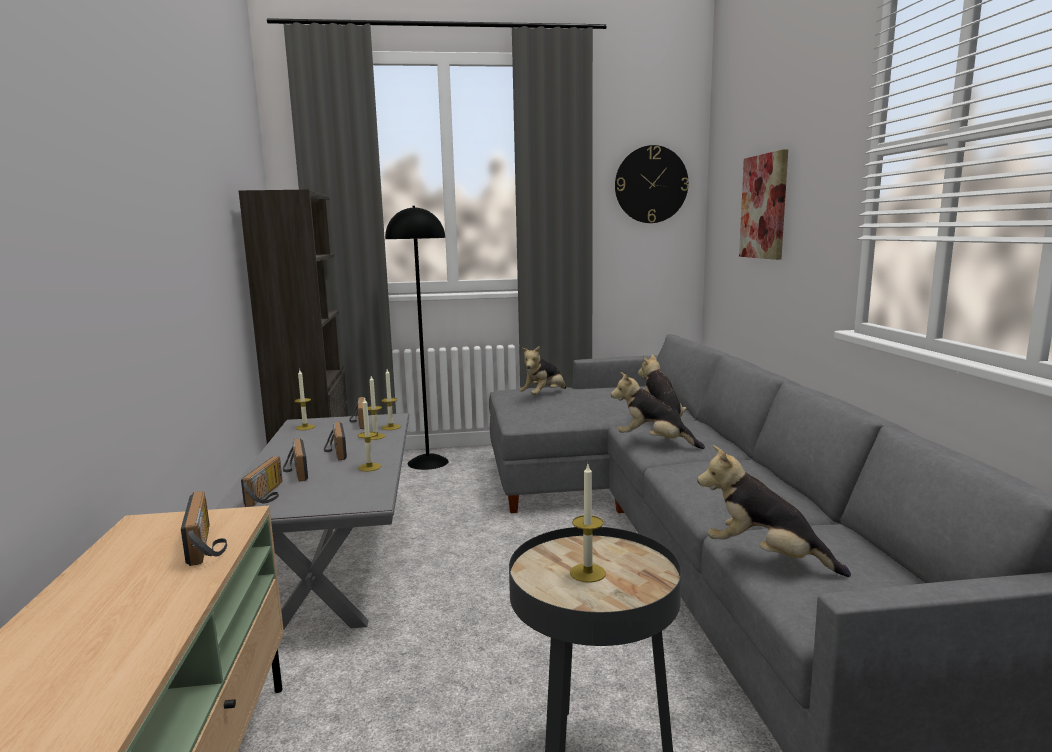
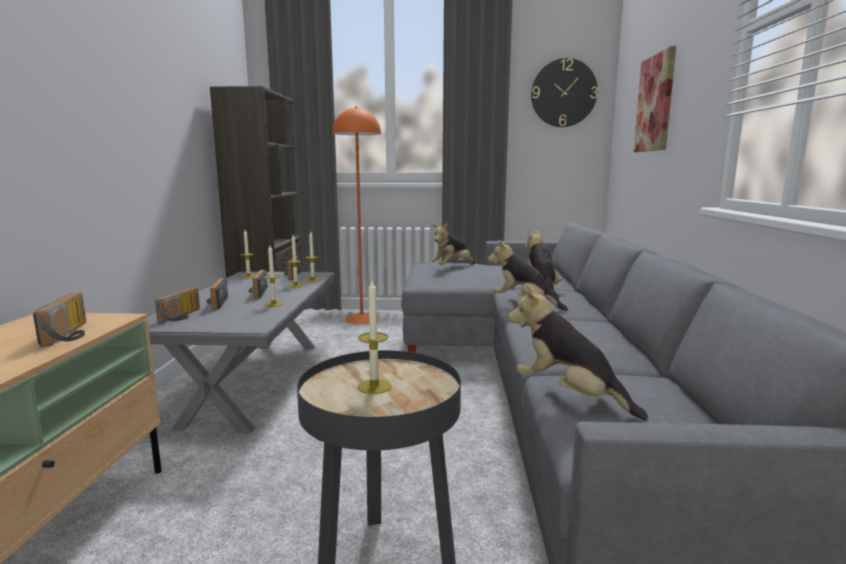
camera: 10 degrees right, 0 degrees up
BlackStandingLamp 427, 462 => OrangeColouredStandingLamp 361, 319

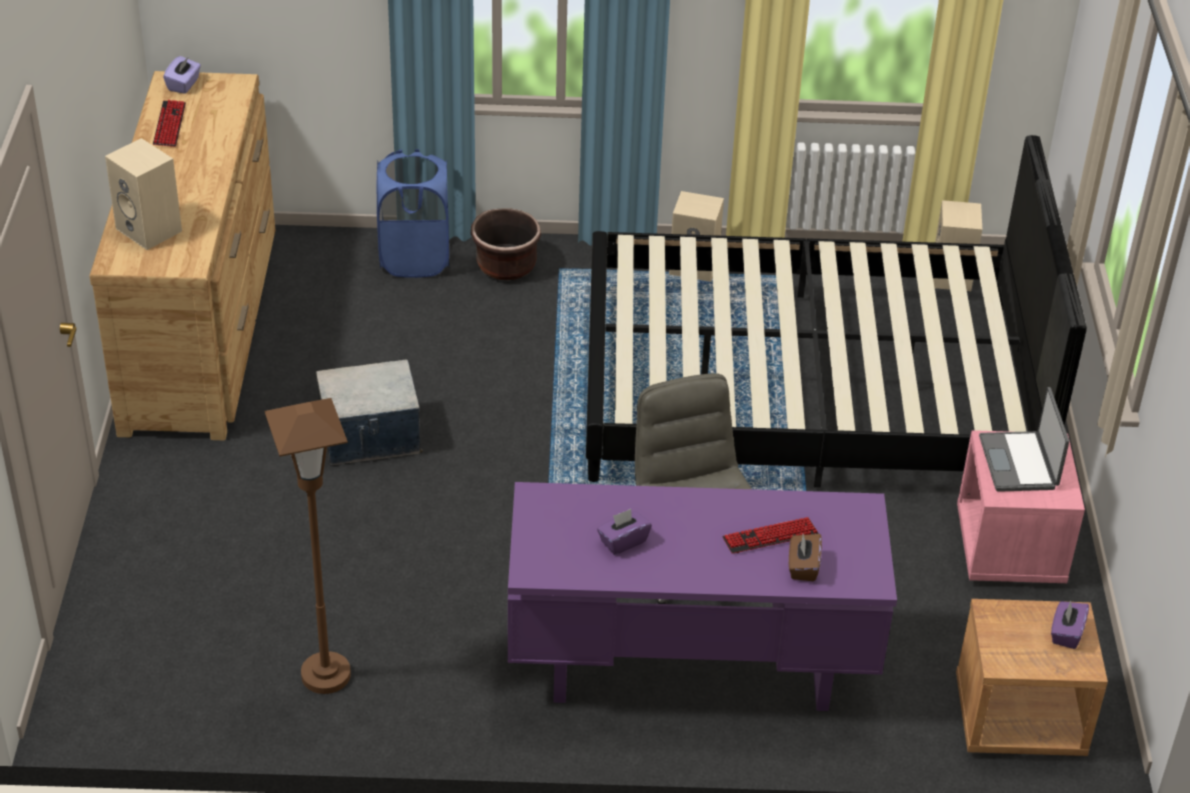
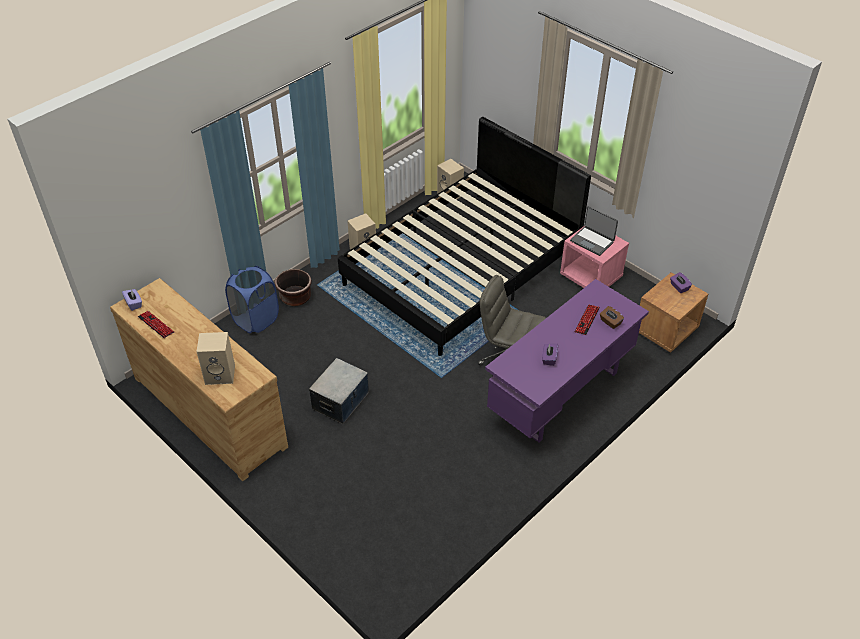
camera: 45 degrees left, 5 degrees up
BrownColouredStandingLamp 326, 675 => nothing

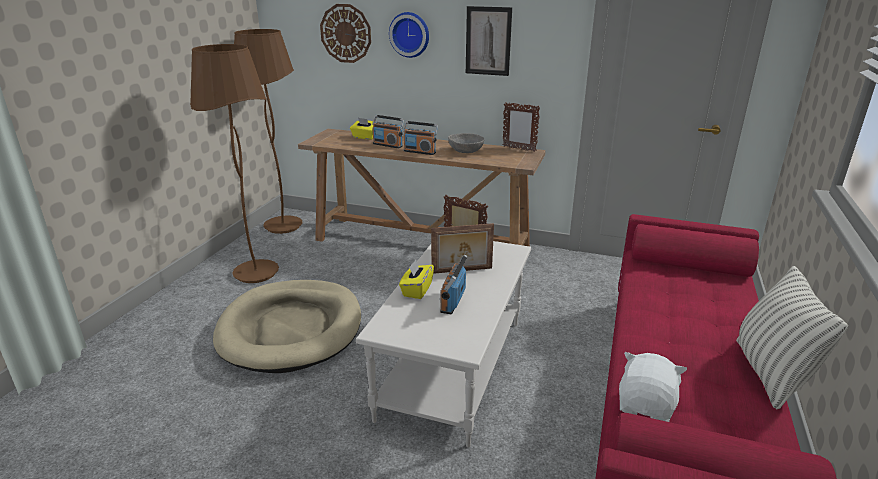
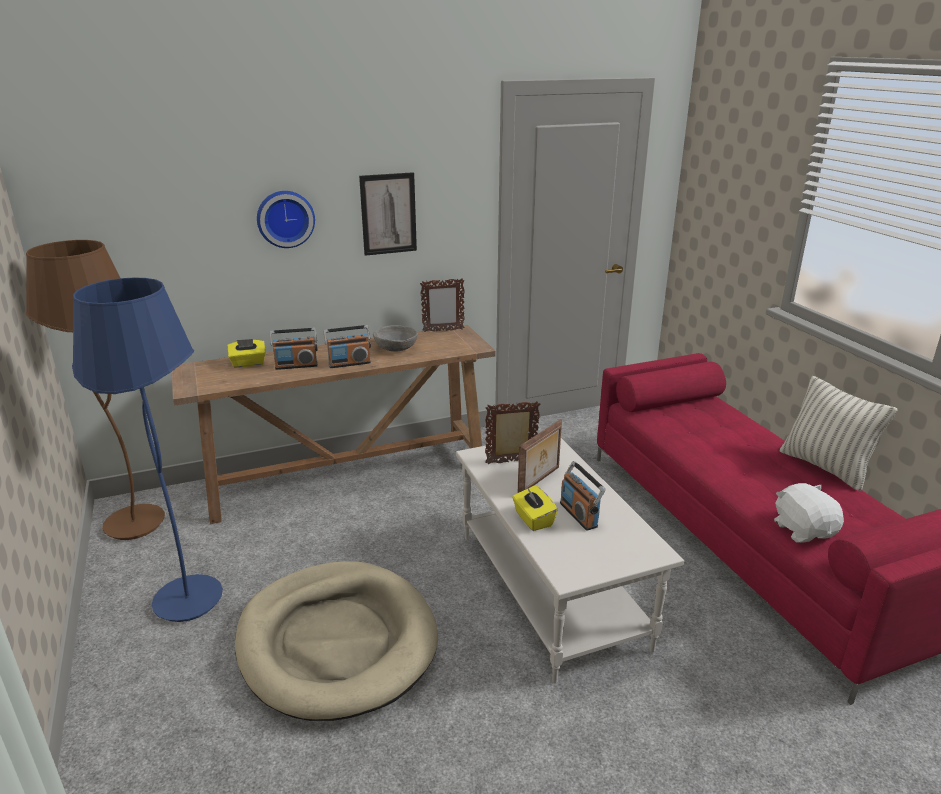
camera: 40 degrees left, 0 degrees up
ClockOnTheWall 346, 33 => nothing
BrownColouredStandingLamp 256, 273 => BlueStandingLamp 188, 601

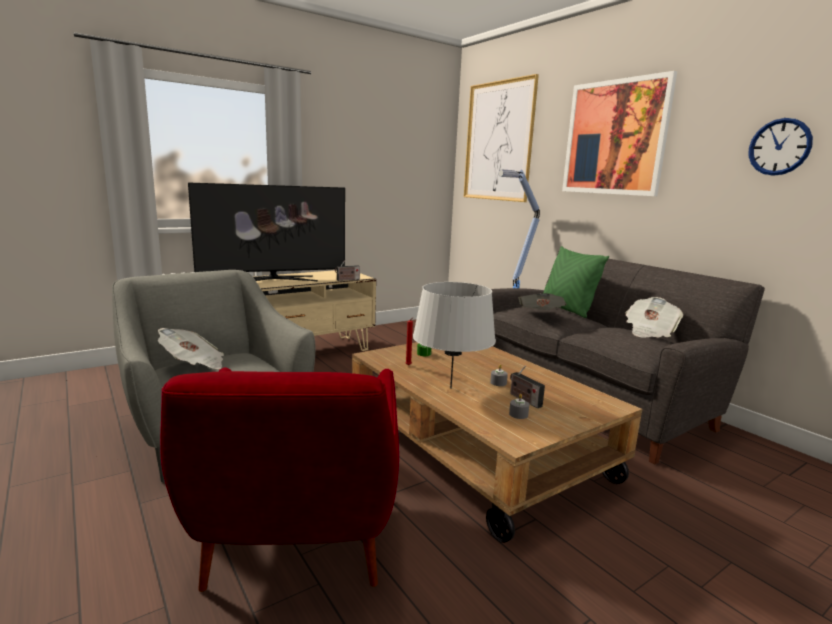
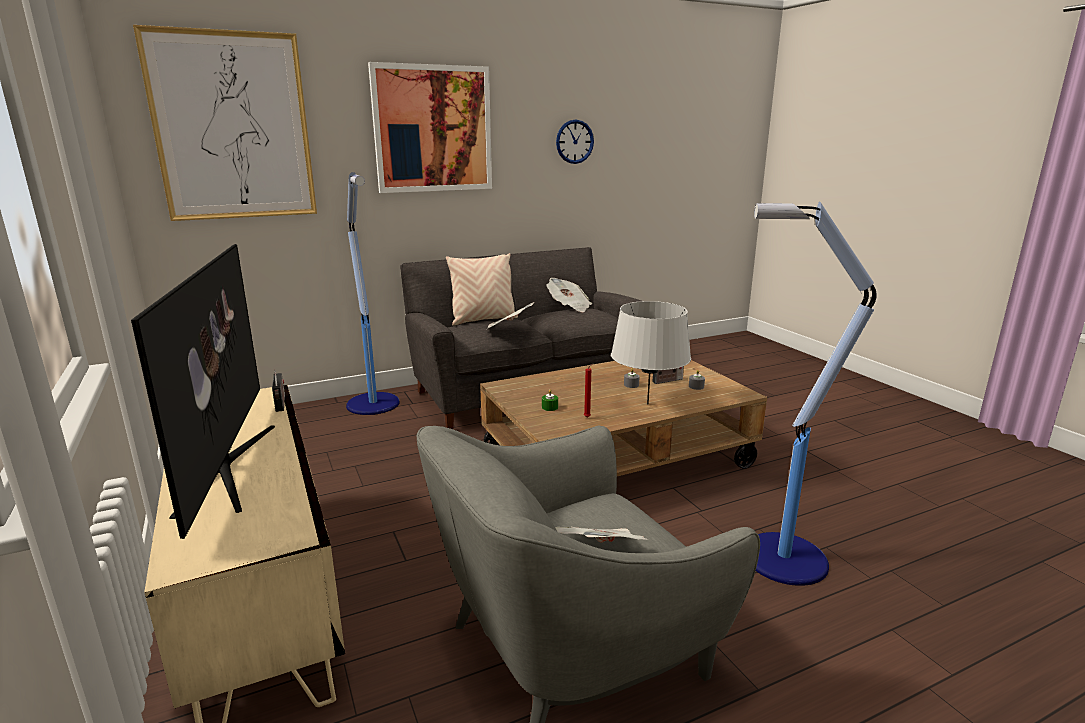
camera: 80 degrees left, 5 degrees up
GreenColouredPillow 567, 310 => SandColouredPillow 483, 320
ReddishLoungeChair 298, 541 => StandingLamp 781, 558

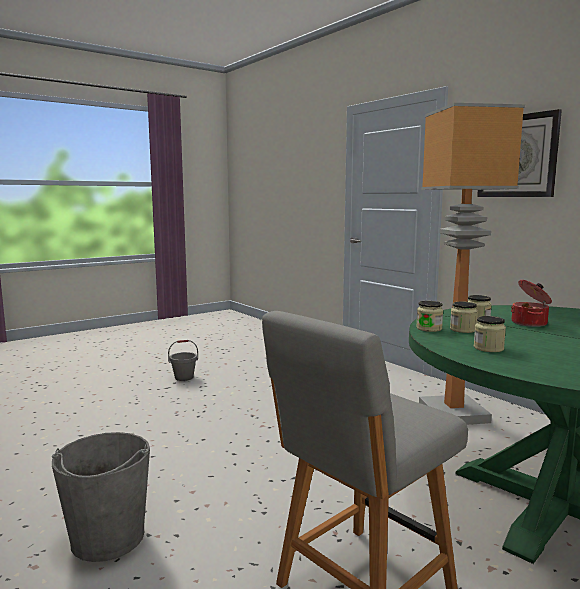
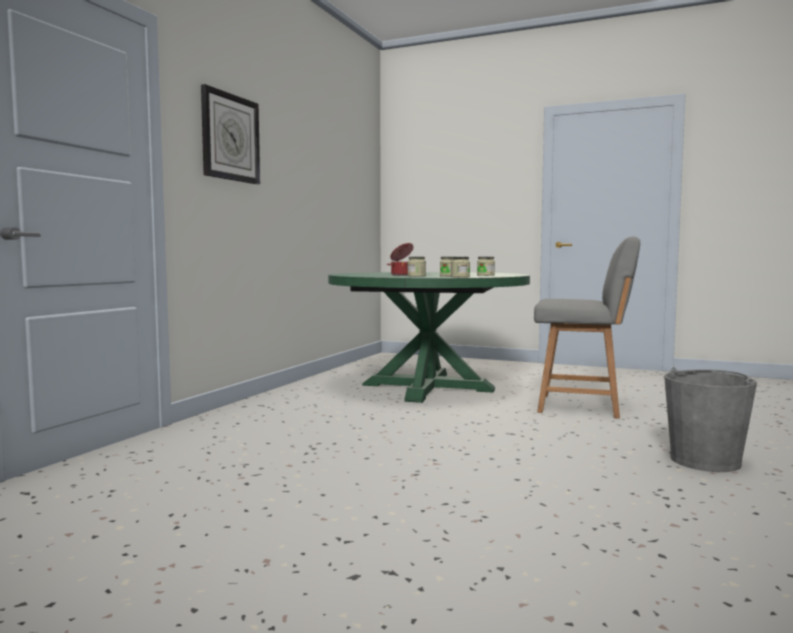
camera: 120 degrees left, 5 degrees down
StandingLamp 455, 414 => nothing
GrayBucket 184, 377 => nothing

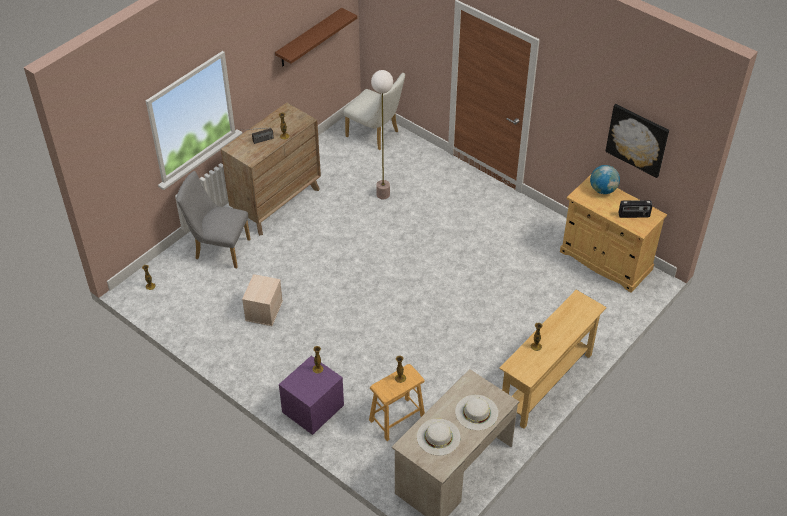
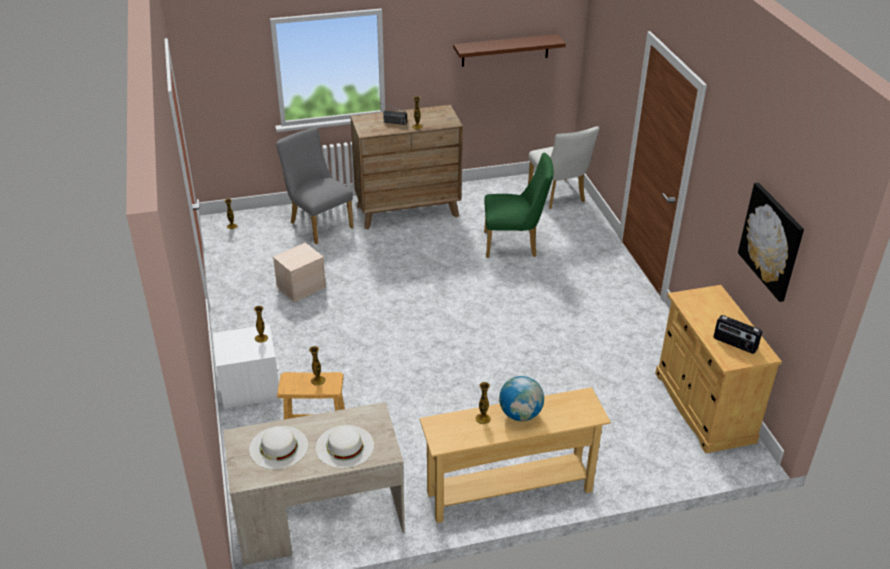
camera: 35 degrees right, 10 degrees down
StandingLamp 383, 194 => GreenColouredPlainChair 514, 245
DeskGlobe 603, 190 => DeskGlobe 520, 414, shifted
PurpleColouredNightTable 313, 409 => WhiteNightTable 250, 388

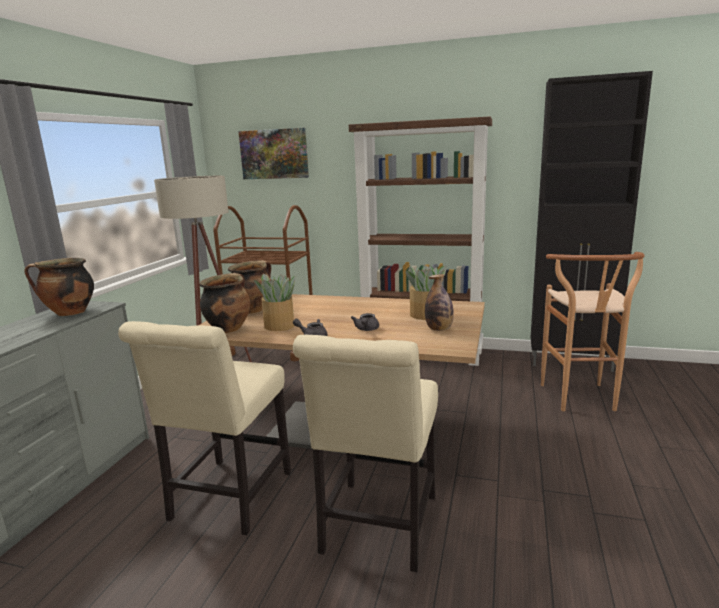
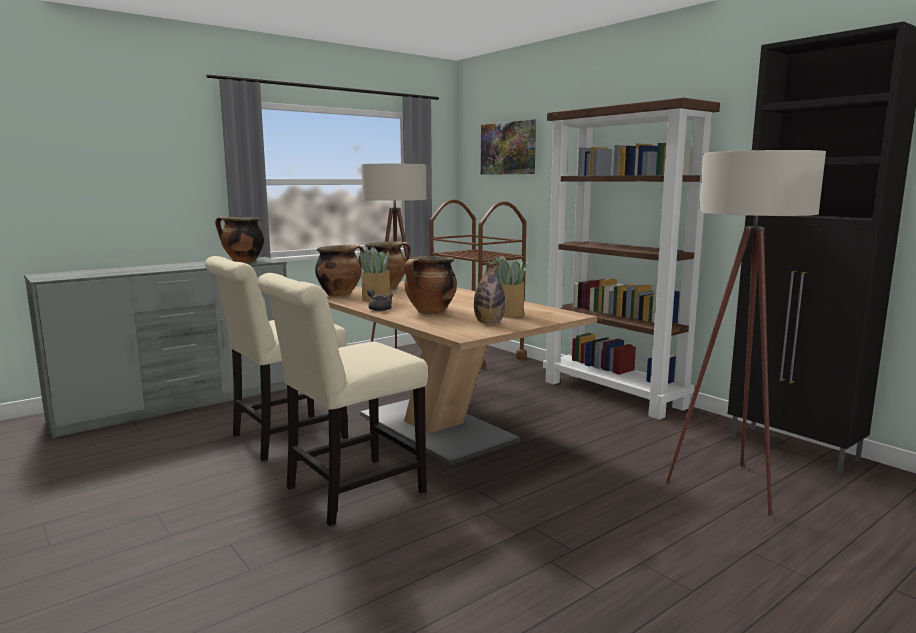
camera: 35 degrees right, 5 degrees down
BrownColouredStool 581, 401 => SandColouredStandingLamp 729, 483
GrayTeaPot 366, 330 => Stockpot 430, 312

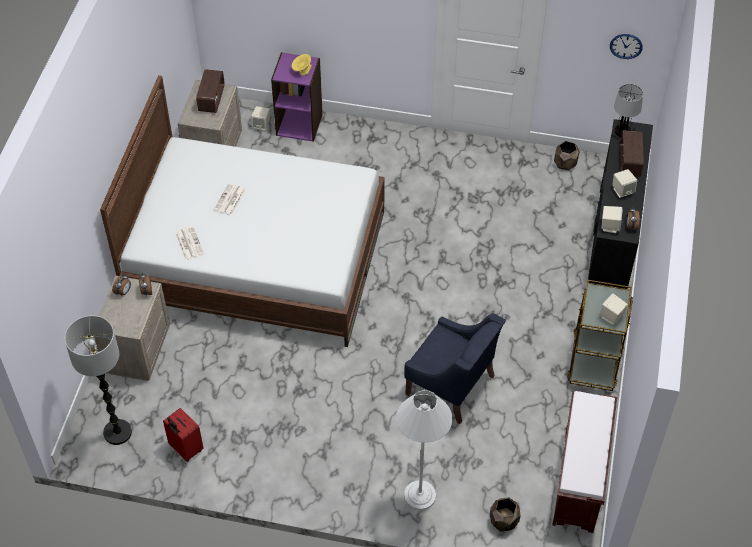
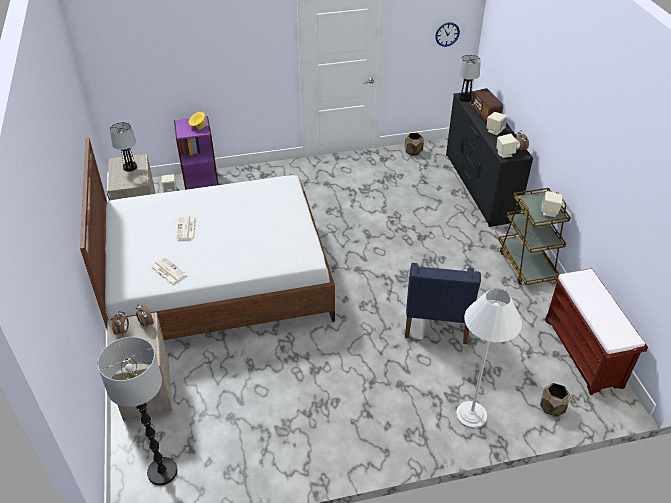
camera: 25 degrees left, 10 degrees down
RadioSet 211, 99 => TableLamp 129, 167
BlueLoungeChair 451, 385 => BlueLoungeChair 436, 320, 90 degrees clockwise
ReddishPieceOfLuggage 185, 449 => nothing

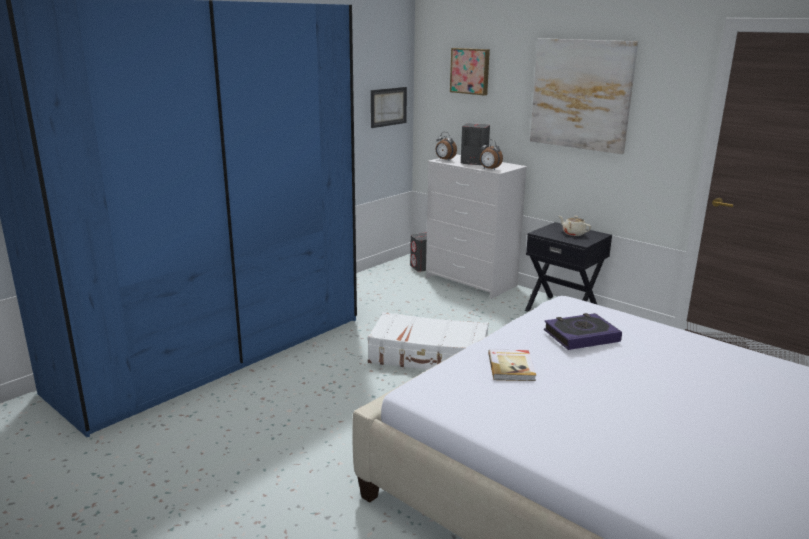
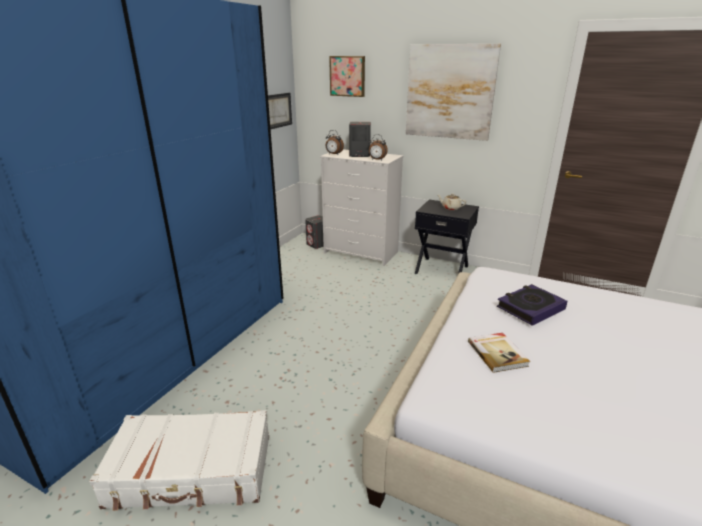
camera: 15 degrees left, 5 degrees up
WhitePieceOfLuggage 429, 356 => WhitePieceOfLuggage 192, 471, shifted

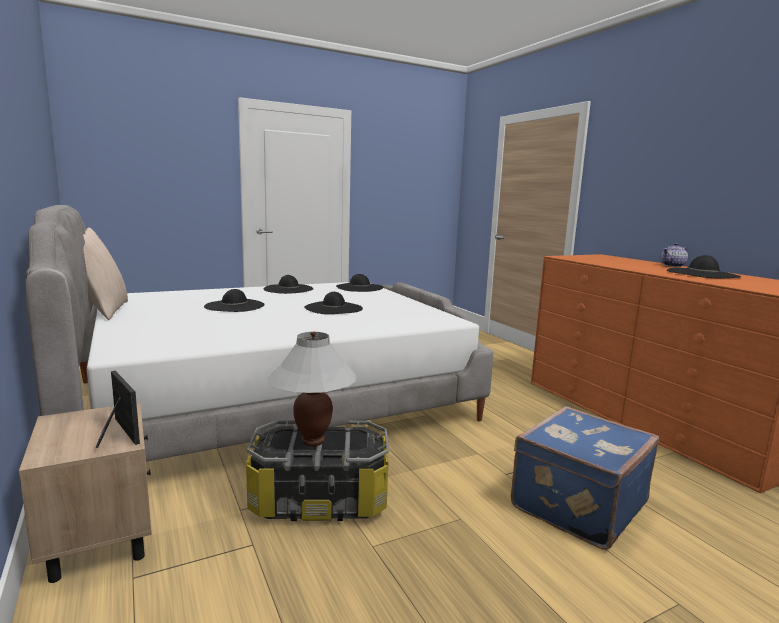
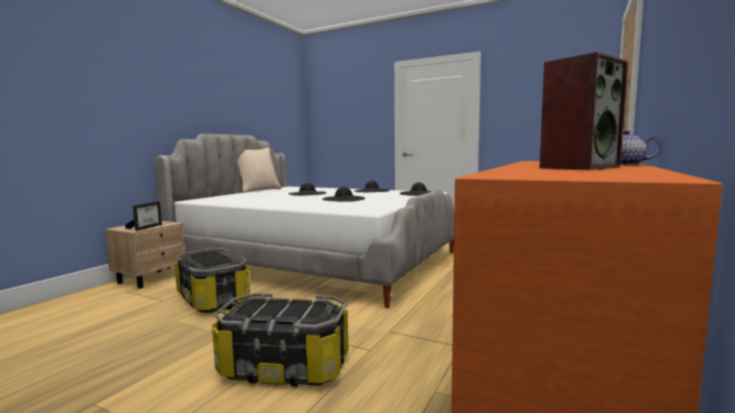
camera: 55 degrees right, 5 degrees down
BlackHat 702, 274 => AudioSpeaker 579, 167
WhiteTableLamp 312, 441 => nothing
BluePieceOfLuggage 576, 504 => StorageContainer 284, 368

